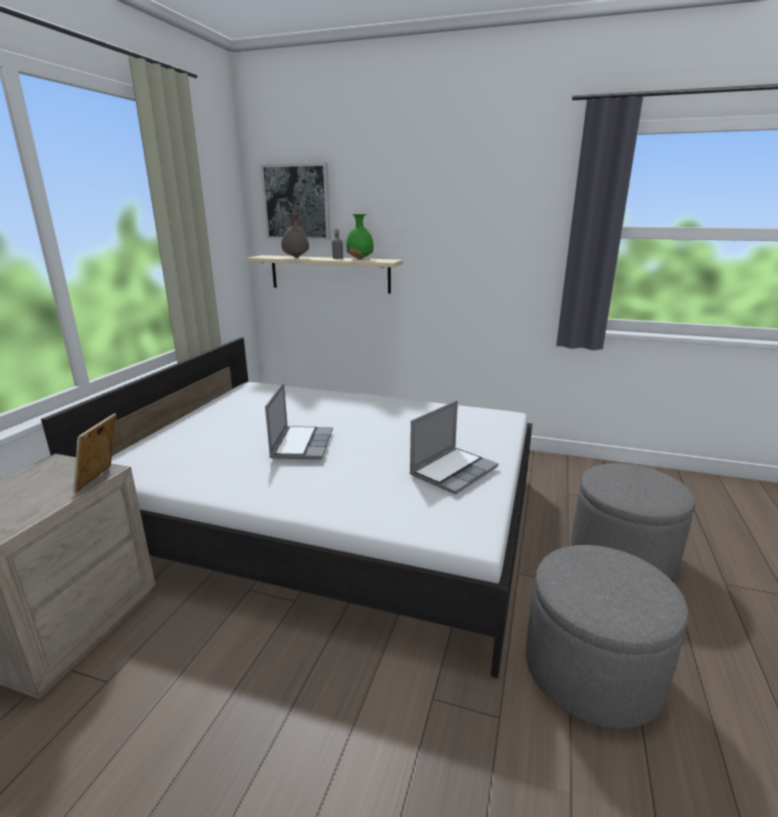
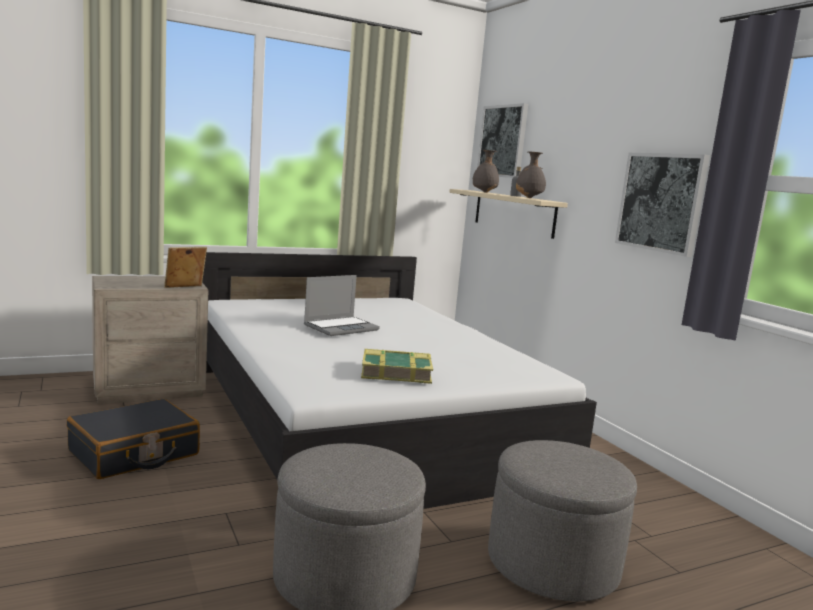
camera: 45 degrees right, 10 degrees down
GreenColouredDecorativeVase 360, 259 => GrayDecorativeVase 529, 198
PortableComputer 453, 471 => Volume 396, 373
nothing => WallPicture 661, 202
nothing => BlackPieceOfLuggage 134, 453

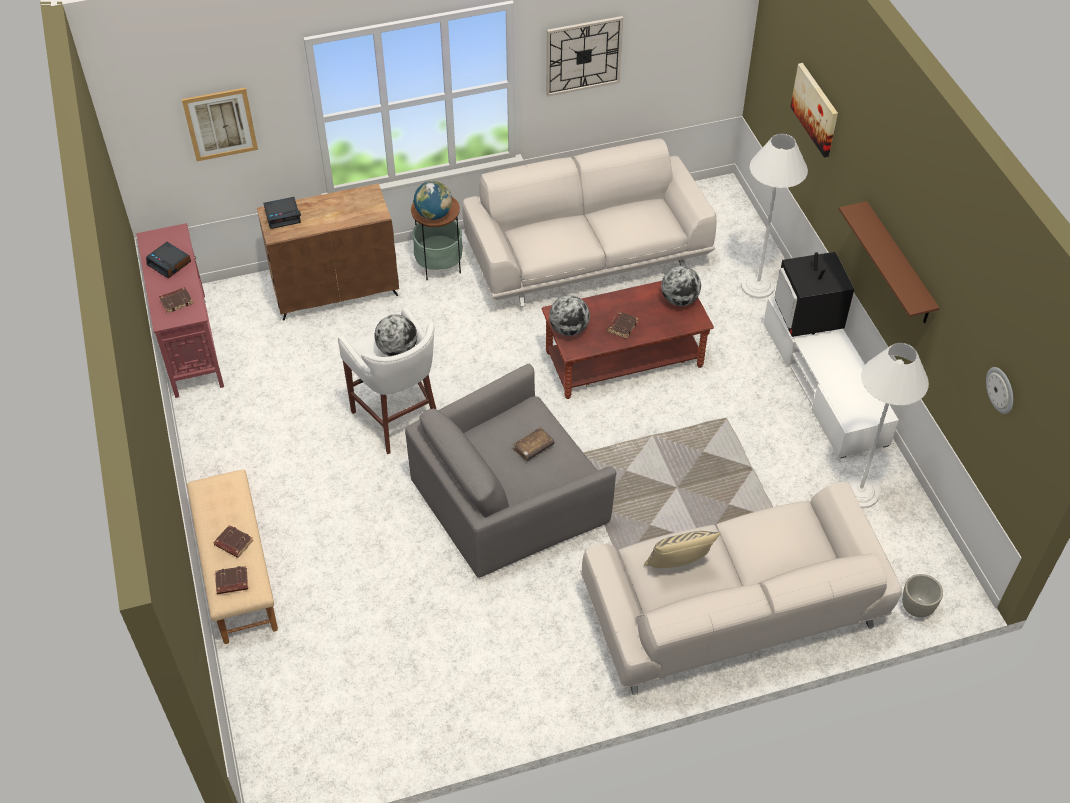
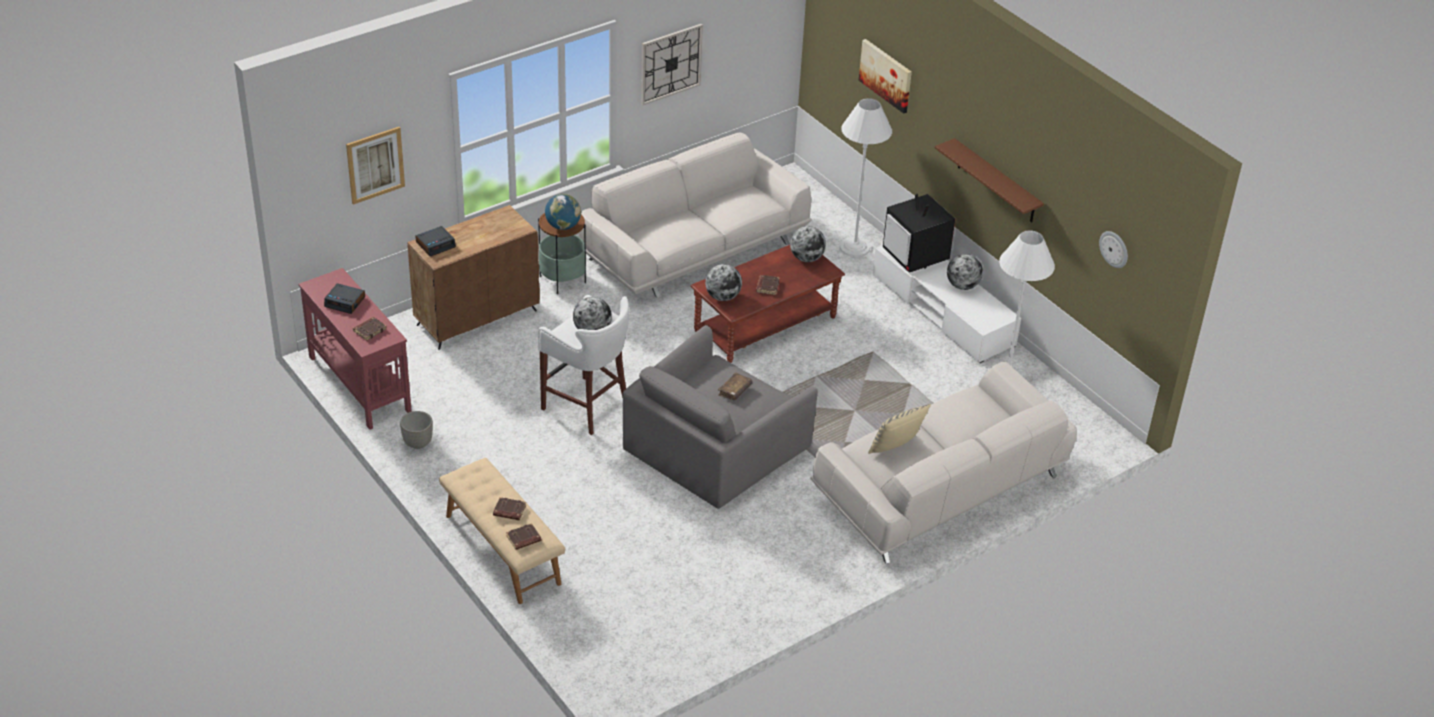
camera: 20 degrees left, 10 degrees down
GrayFlowerPot 916, 608 => GrayFlowerPot 418, 443, shifted
nothing => DeskGlobe 962, 286

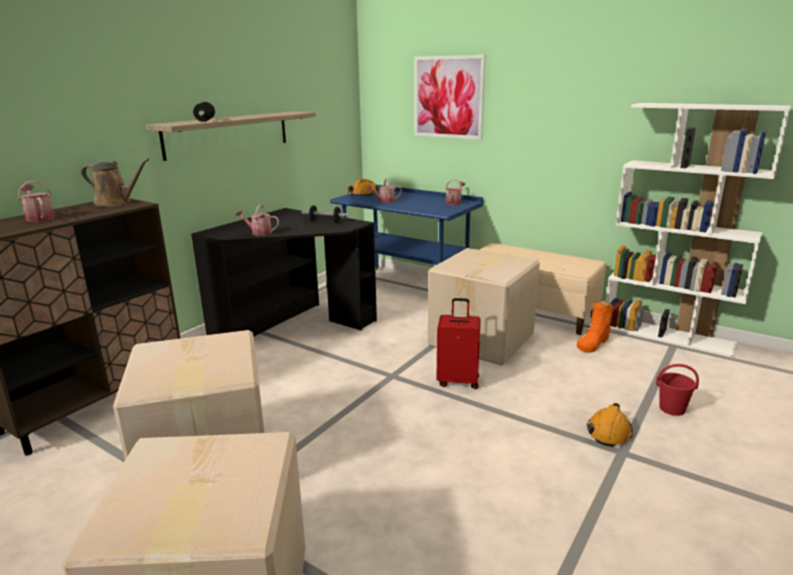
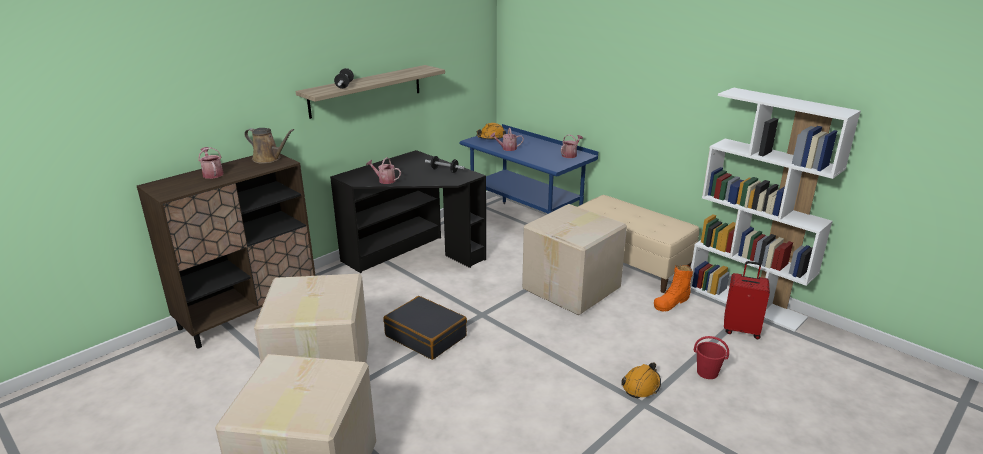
camera: 10 degrees right, 5 degrees up
WallPicture 448, 97 => nothing
ReddishPieceOfLuggage 458, 381 => ReddishPieceOfLuggage 741, 330, shifted
nothing => BlackPieceOfLuggage 426, 336

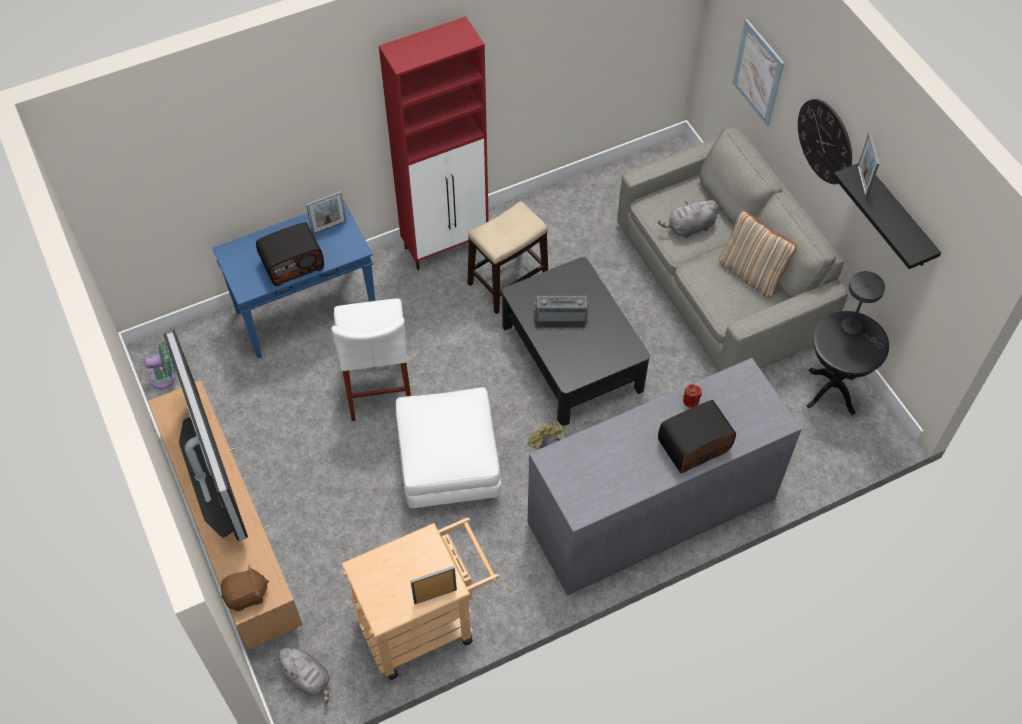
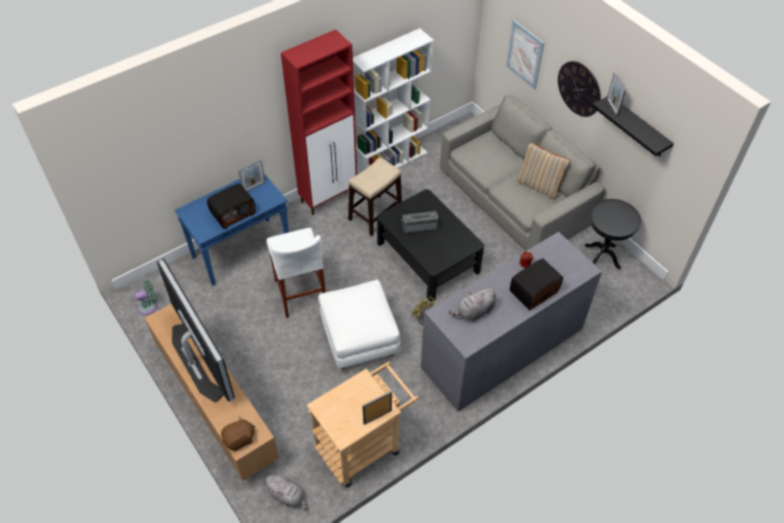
camera: 10 degrees left, 5 degrees down
GrayCuddlyToy 689, 228 => GrayCuddlyToy 474, 312, shifted
GrayTableLamp 854, 330 => nothing
nothing => WhiteShelvingUnit 391, 161

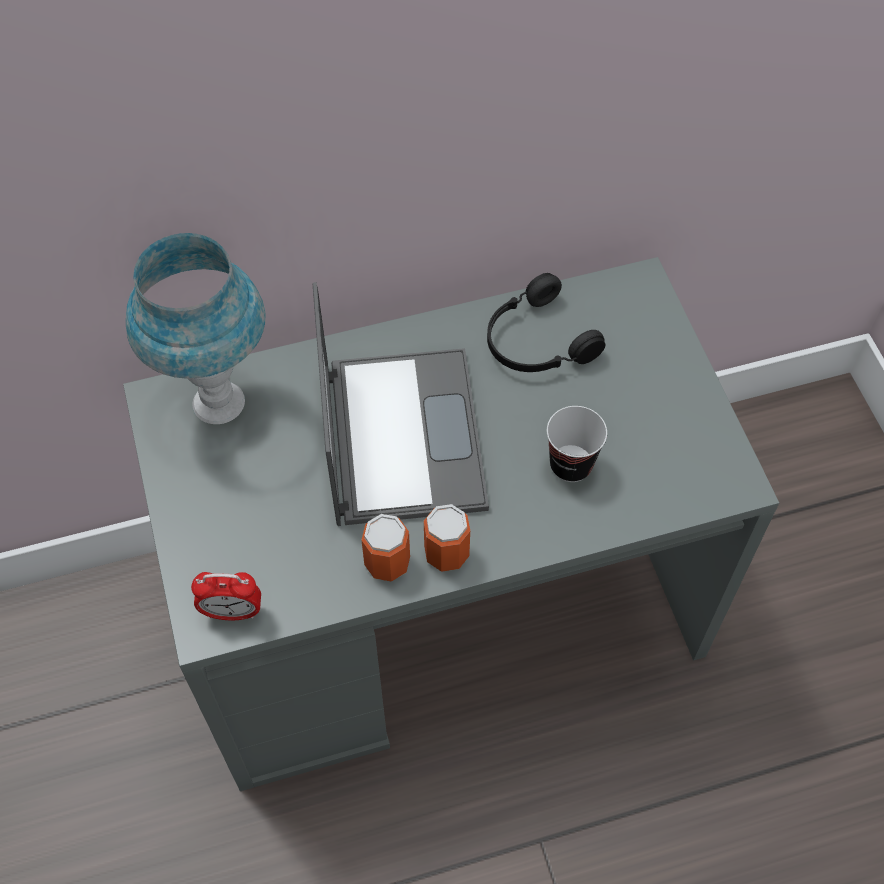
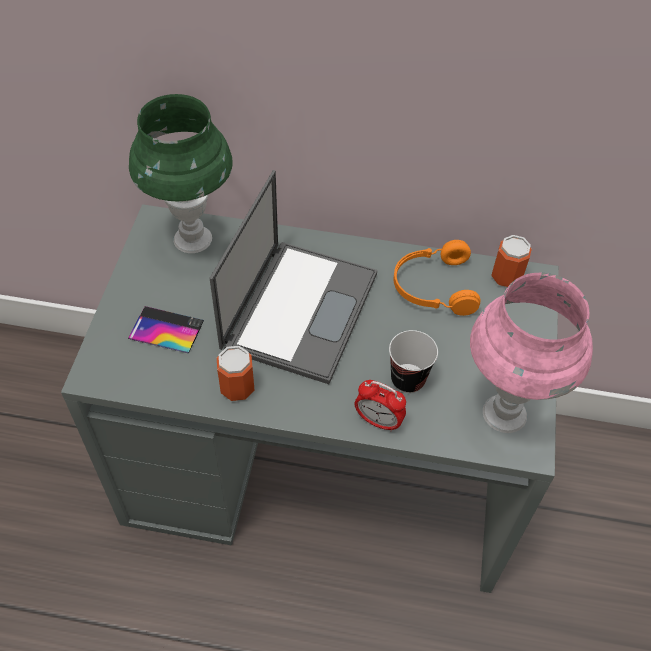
camera: 25 degrees right, 5 degrees down
BlueTableLamp 219, 403 => GreenColouredTableLamp 193, 240
BlackHeadset 536, 342 => OrangeColouredHeadset 432, 287
MetalCan 446, 553 => MetalCan 506, 277, shifted
AlarmClock 232, 612 => AlarmClock 378, 421, shifted
nothing => PinkTableLamp 504, 414
nothing => Handset 166, 330

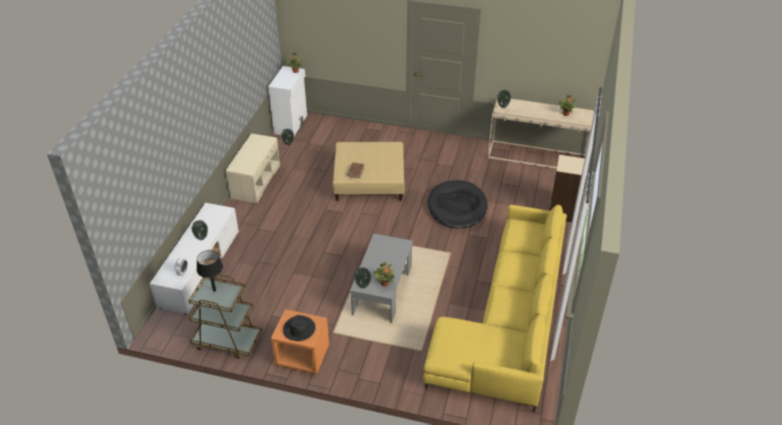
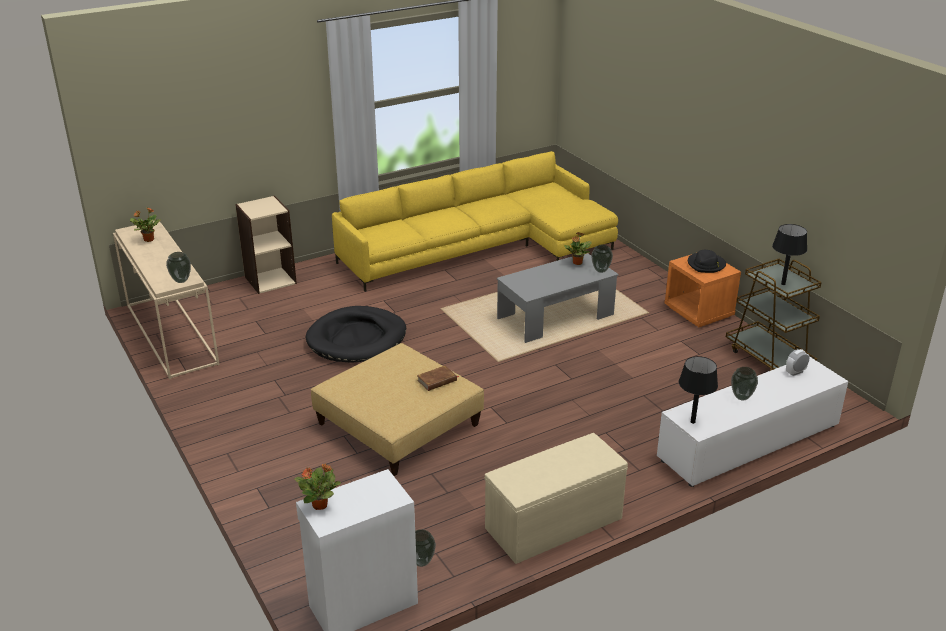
camera: 135 degrees left, 10 degrees down
nothing => BlackTableLamp 693, 422

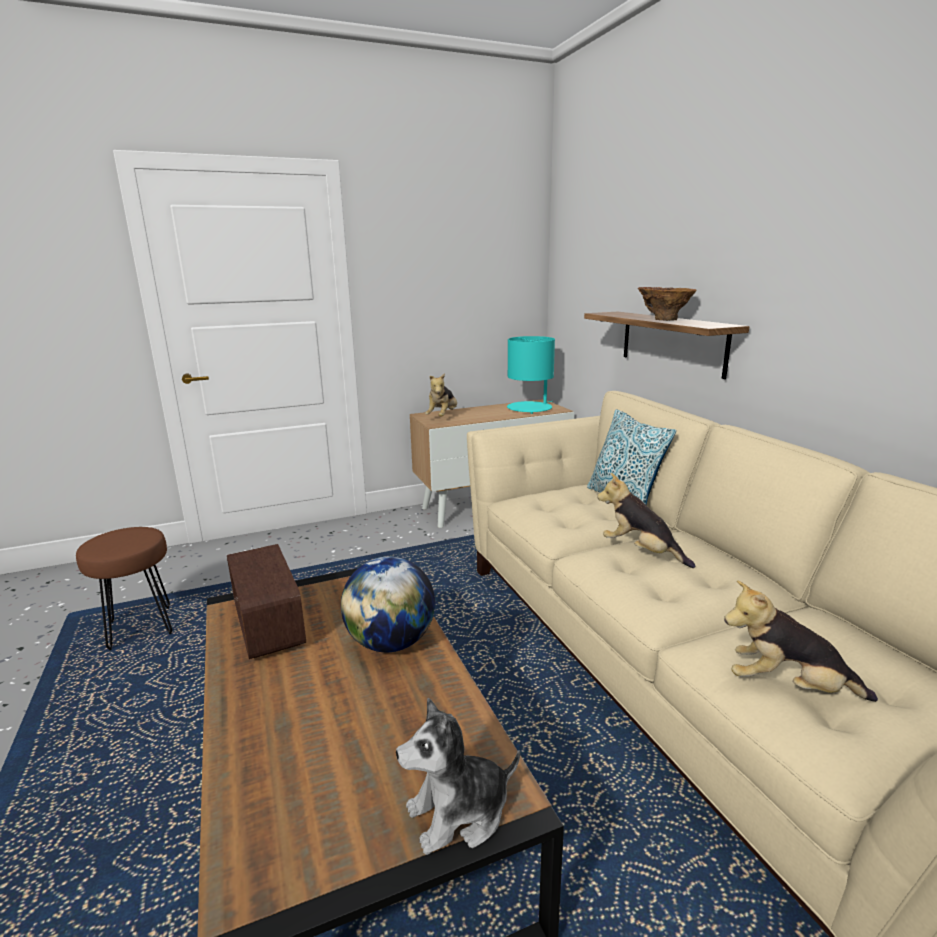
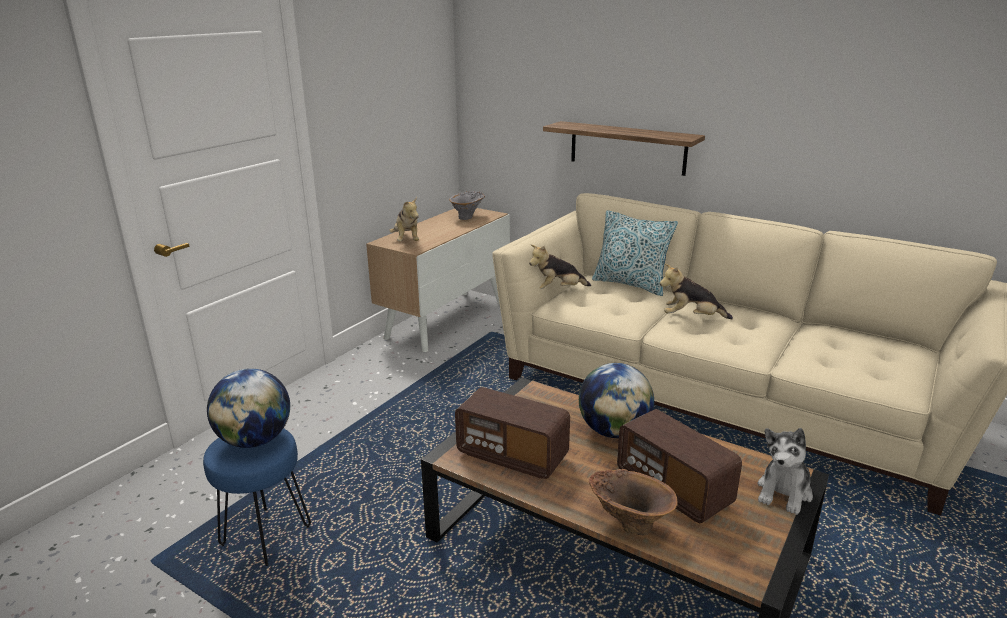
camera: 35 degrees left, 5 degrees up
BrownColouredDecorativeVase 663, 319 => BrownColouredDecorativeVase 629, 523, shifted
TurquoiseColouredTableLamp 530, 408 => GrayDecorativeVase 468, 217
BrownColouredStool 141, 628 => BlueStool 266, 536
CuddlyToy 787, 687 => CuddlyToy 557, 290, shifted
nothing => DeskGlobe 255, 440
nothing => RadioSet 673, 489

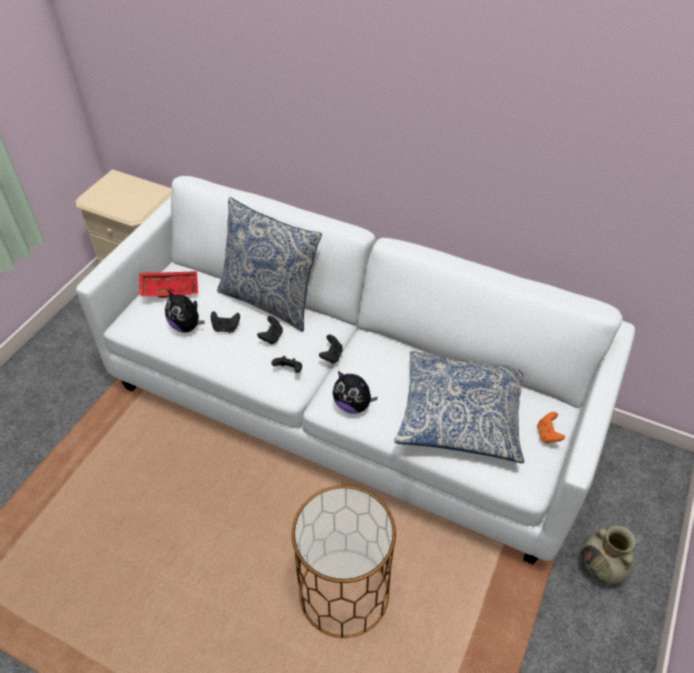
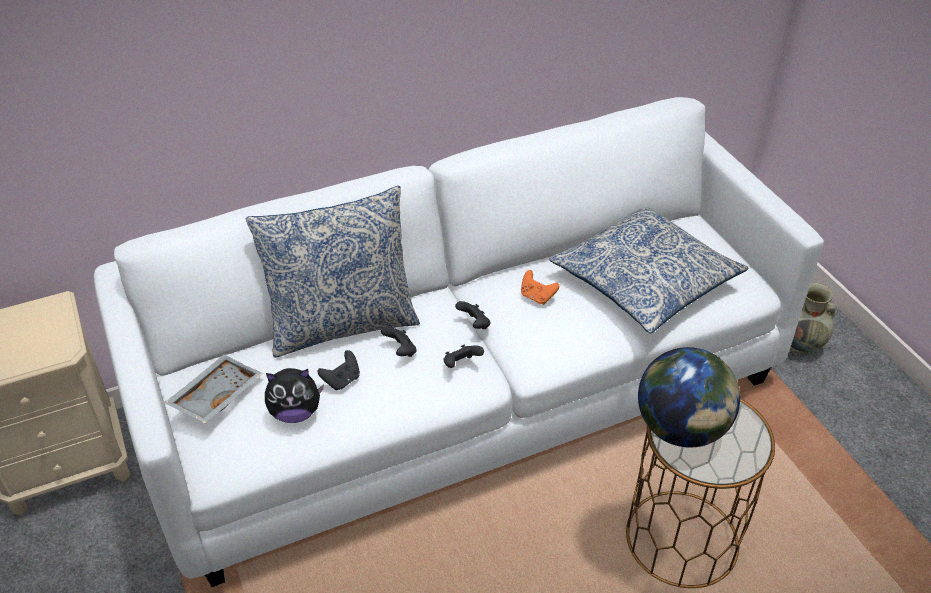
camera: 50 degrees left, 5 degrees down
ReddishServingTray 170, 289 => GrayServingTray 215, 395
CuddlyToy 353, 405 => nothing
OrangeColouredGamepad 548, 434 => OrangeColouredGamepad 537, 297, shifted
nothing => DeskGlobe 681, 429

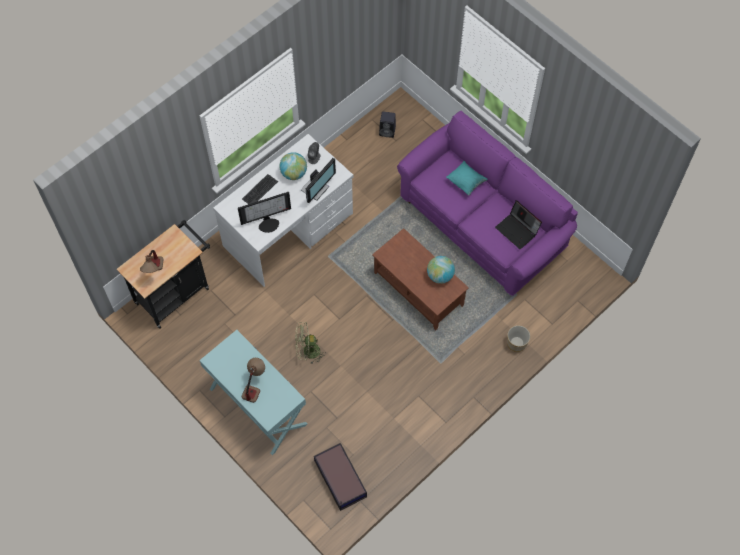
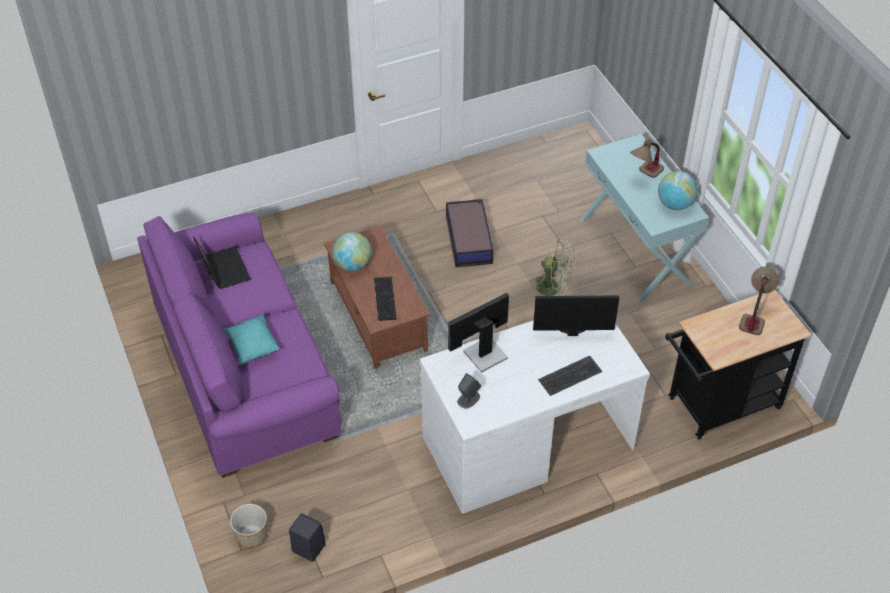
camera: 160 degrees left, 15 degrees down
DeskGlobe 294, 173 => DeskGlobe 675, 204, shifted
FlowerPot 517, 343 => FlowerPot 251, 535, shifted
StorageContainer 340, 479 => StorageContainer 469, 238, shifted
nothing => PcKeyboard 384, 298

